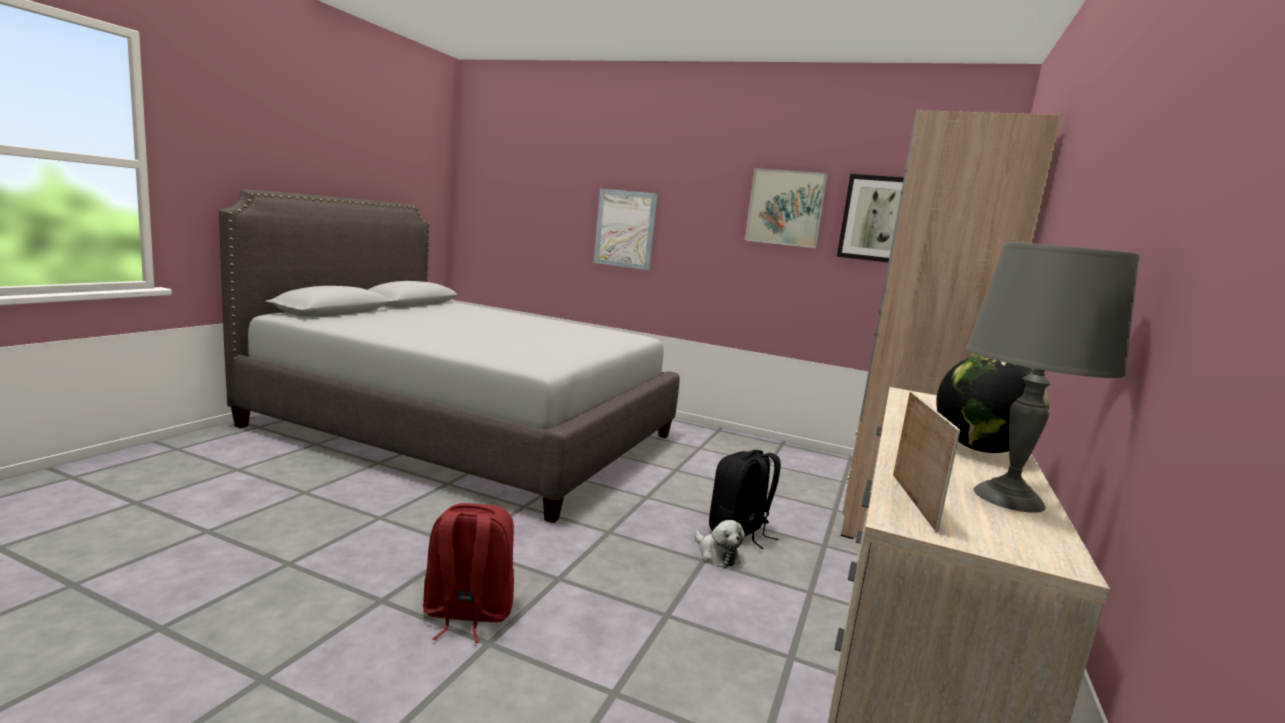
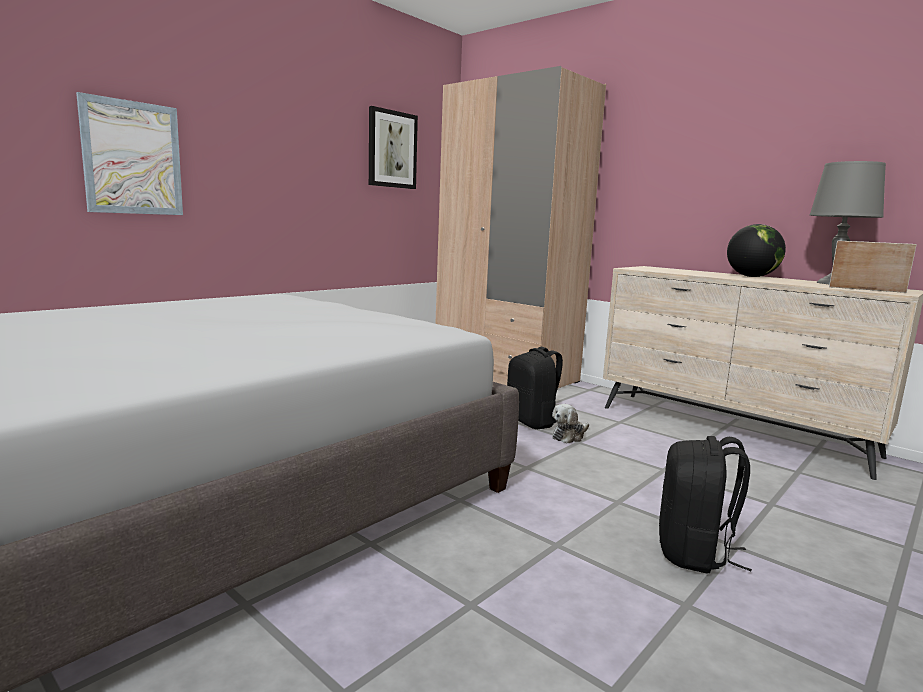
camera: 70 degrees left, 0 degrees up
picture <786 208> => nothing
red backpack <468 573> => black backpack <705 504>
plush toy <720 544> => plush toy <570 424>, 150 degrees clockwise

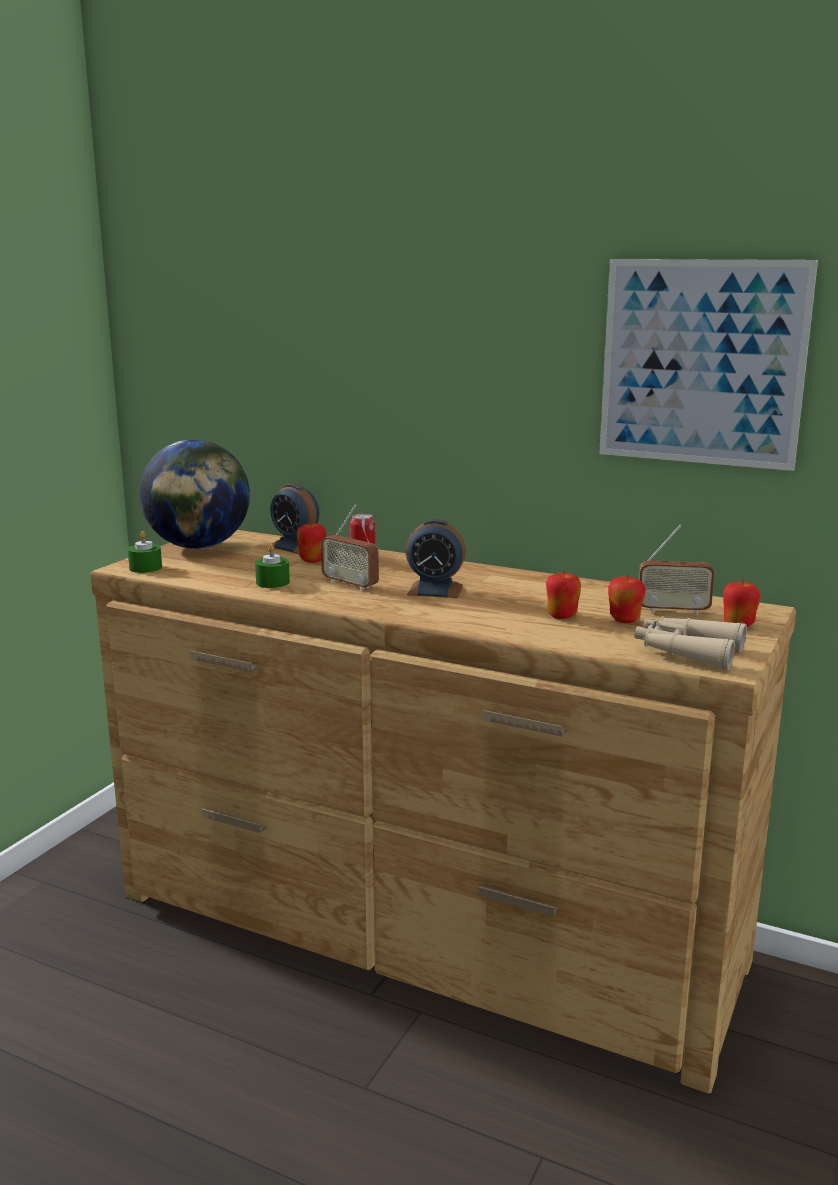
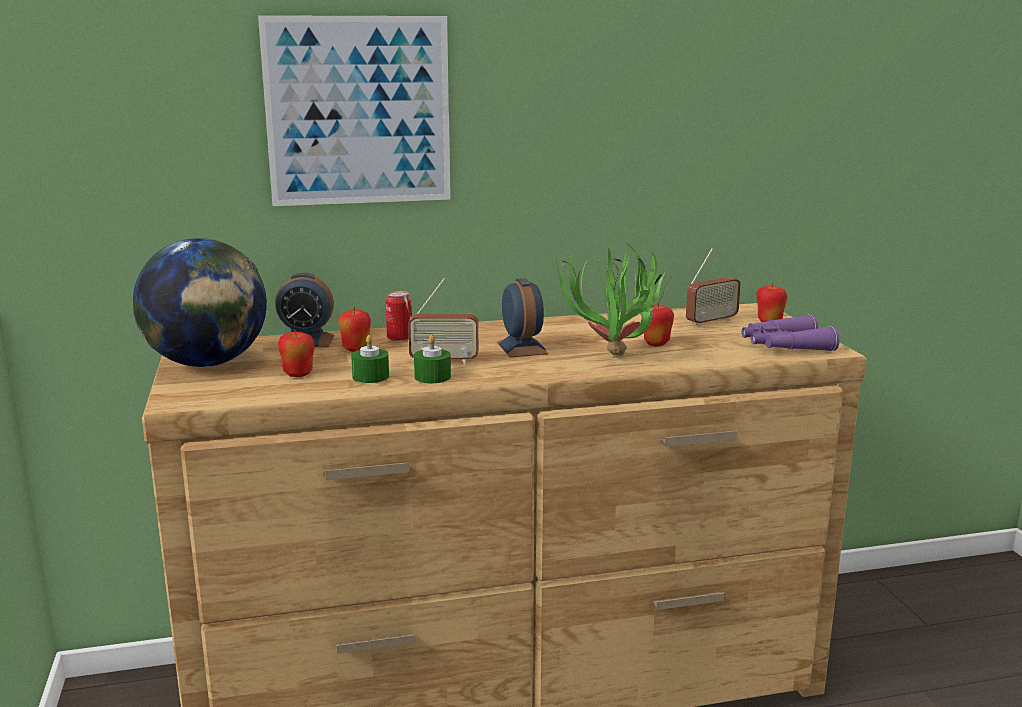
camera: 40 degrees left, 0 degrees up
picture <708 365> => picture <354 110>, relocated
alarm clock <435 558> => alarm clock <523 317>, 75 degrees counterclockwise
green candle <145 552> => green candle <432 359>, relocated
apple <627 598> => apple <296 353>, relocated
beige binoculars <691 643> => purple binoculars <790 332>
nothing => potted plant <613 296>

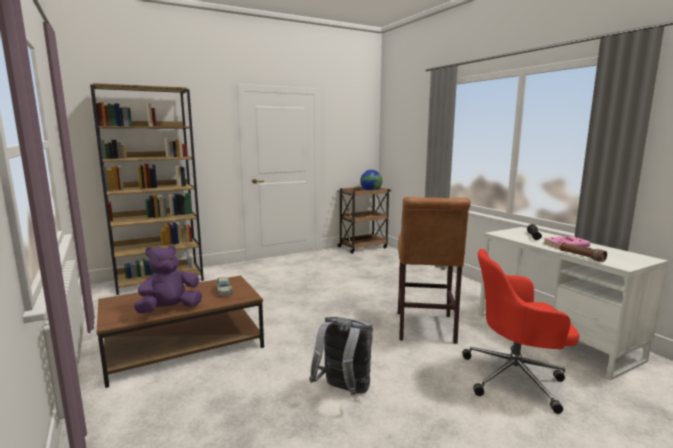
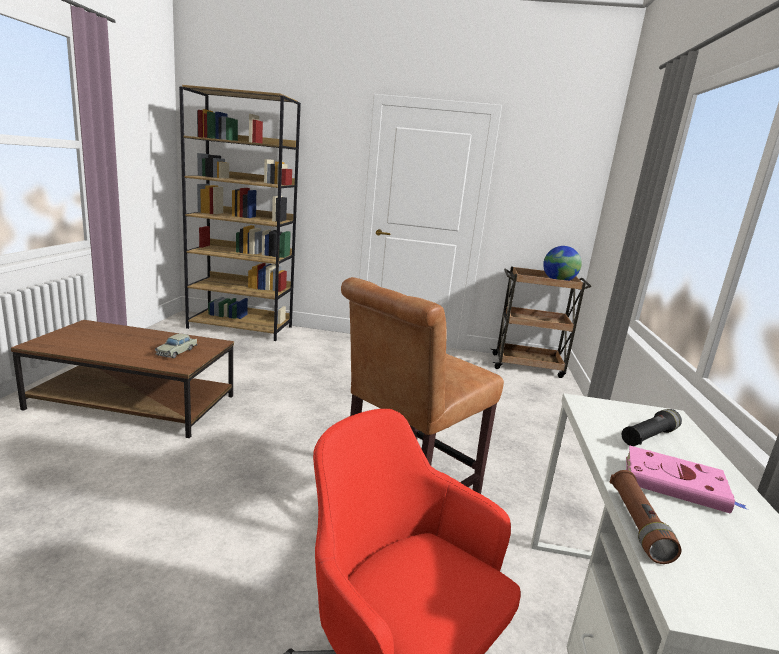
camera: 35 degrees right, 5 degrees up
purple plush toy <168 279> => nothing
grey backpack <341 356> => nothing

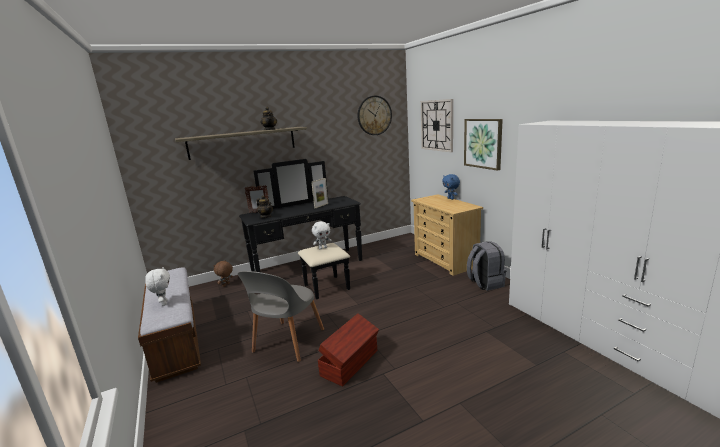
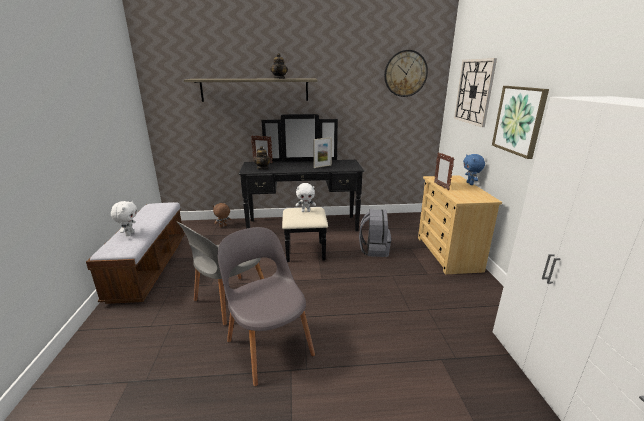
camera: 20 degrees right, 5 degrees up
grey backpack <486 266> => grey backpack <375 233>, relocated
brown storage box <348 350> => grey chair <266 306>
nothing => picture frame <444 171>

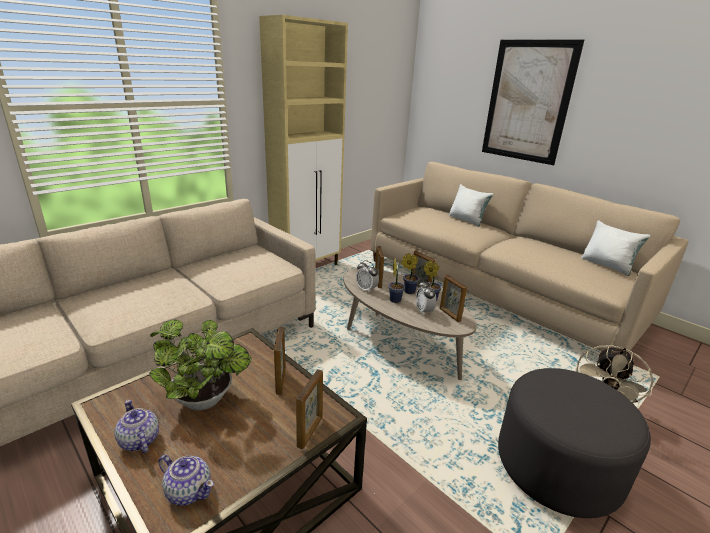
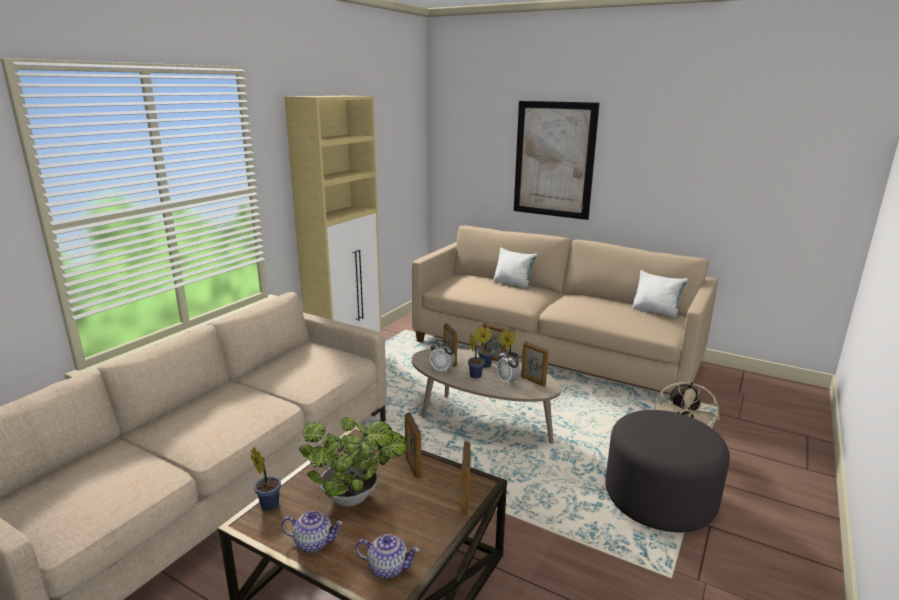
camera: 15 degrees left, 5 degrees down
teapot <137 426> => teapot <312 531>, 150 degrees clockwise
nothing => potted plant <266 479>

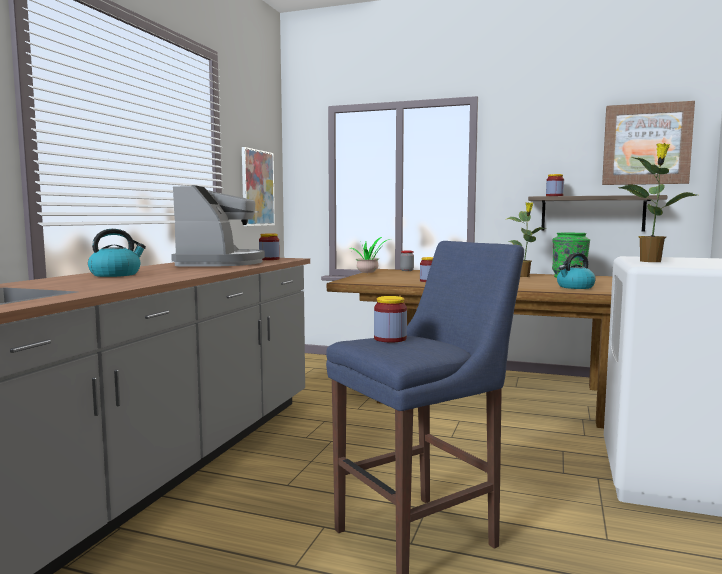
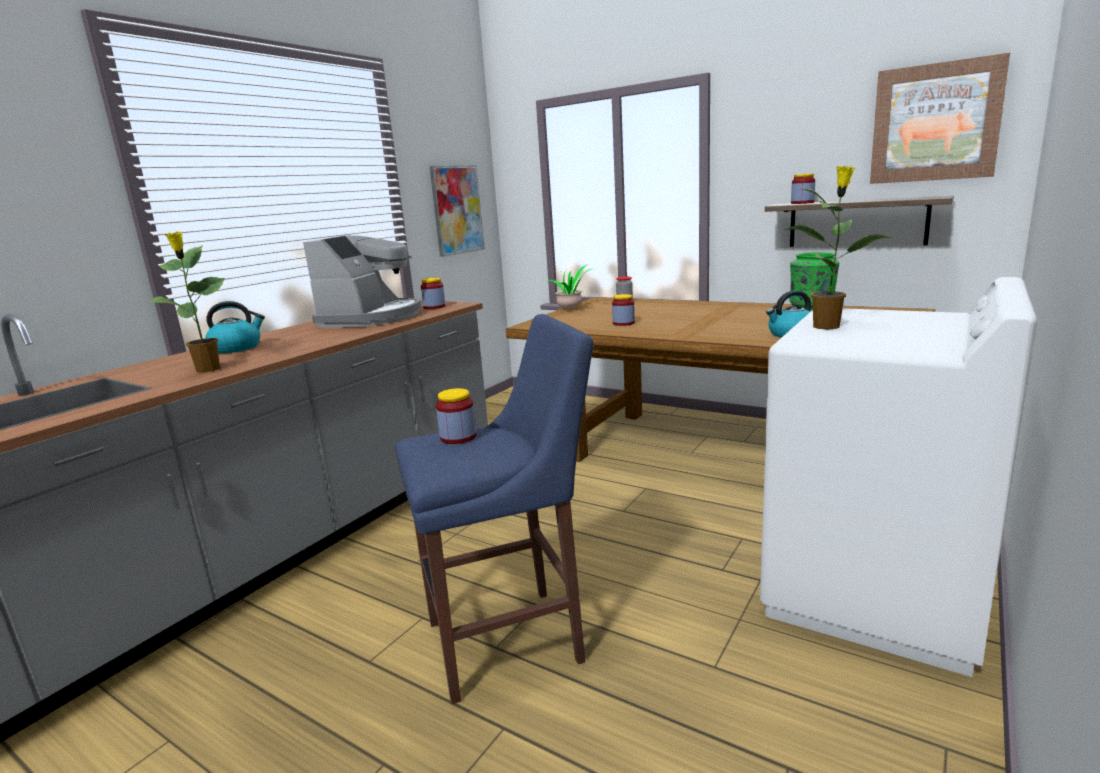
camera: 15 degrees right, 10 degrees up
potted plant <526 239> => potted plant <186 302>, relocated

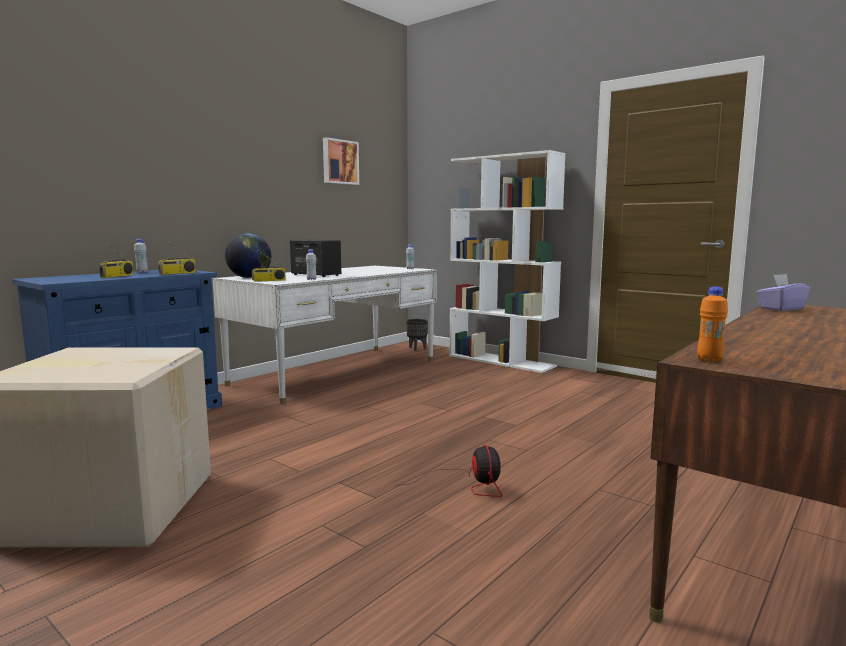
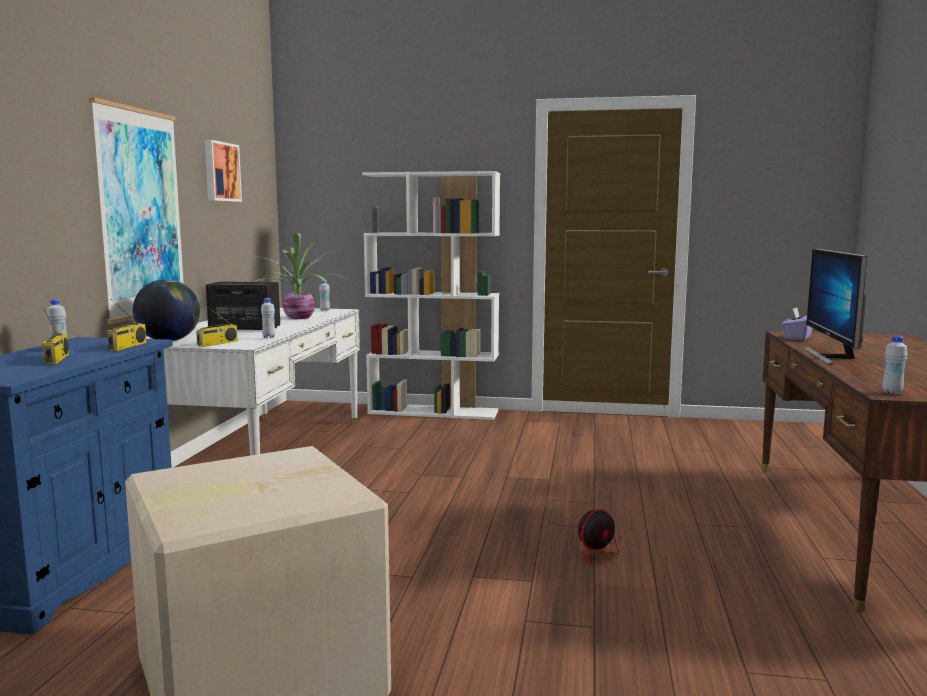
camera: 30 degrees left, 0 degrees up
orange bottle <712 324> => white bottle <894 365>
black planter <417 335> => nothing
fan <453 471> => fan <585 537>, 90 degrees clockwise
nothing => picture <136 210>
nothing => potted plant <299 276>
nothing => monitor <835 306>

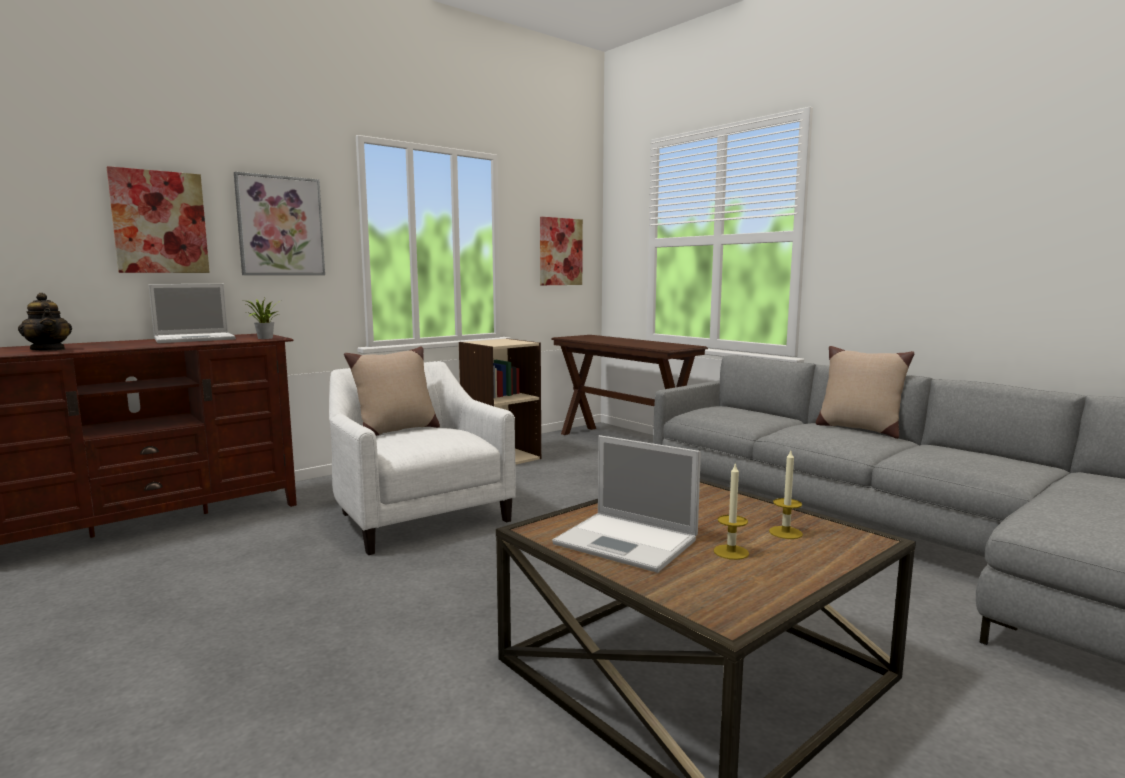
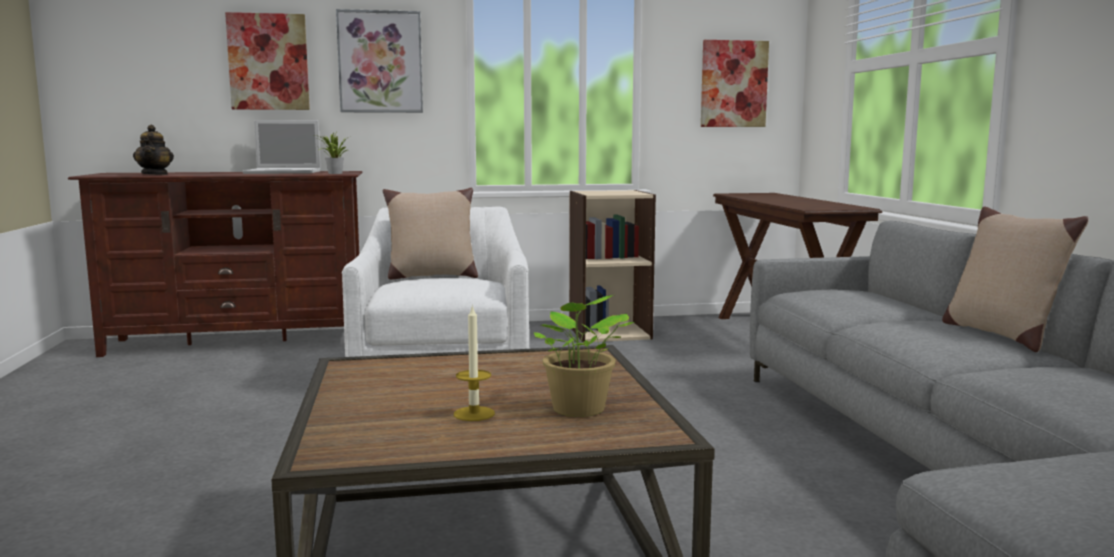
camera: 30 degrees right, 0 degrees up
laptop <626 504> => nothing
candle <786 495> => potted plant <584 356>

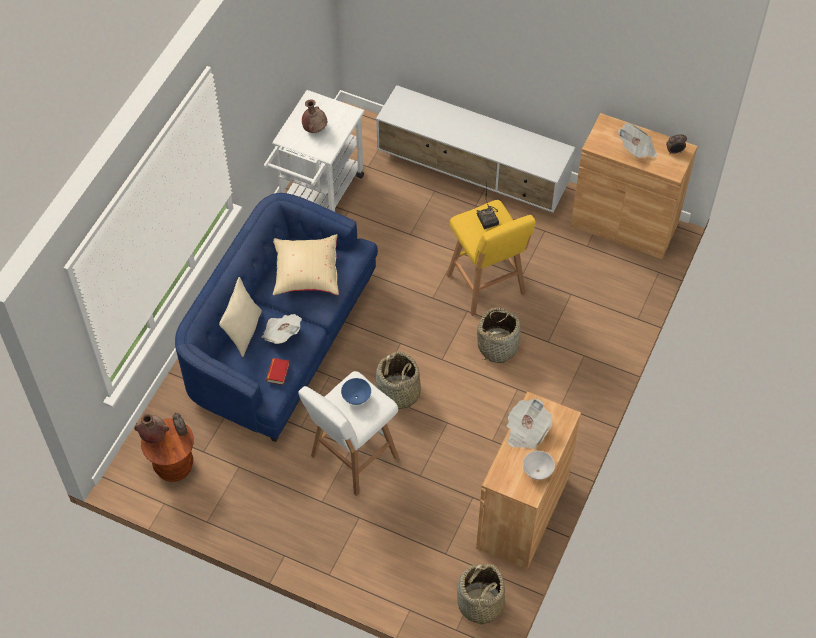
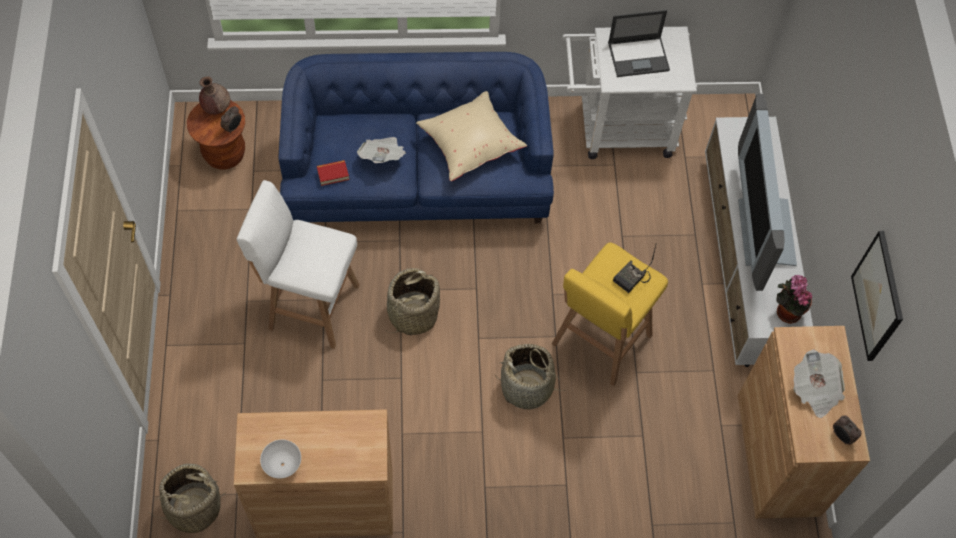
camera: 60 degrees right, 5 degrees up
brown vase <314 116> => laptop <639 43>
beige pillow <240 317> => nothing
blue bowl <356 391> => nothing
newspaper <529 424> => nothing
nothing => television <767 192>
nothing => picture <877 296>
nothing => potted plant <794 299>

